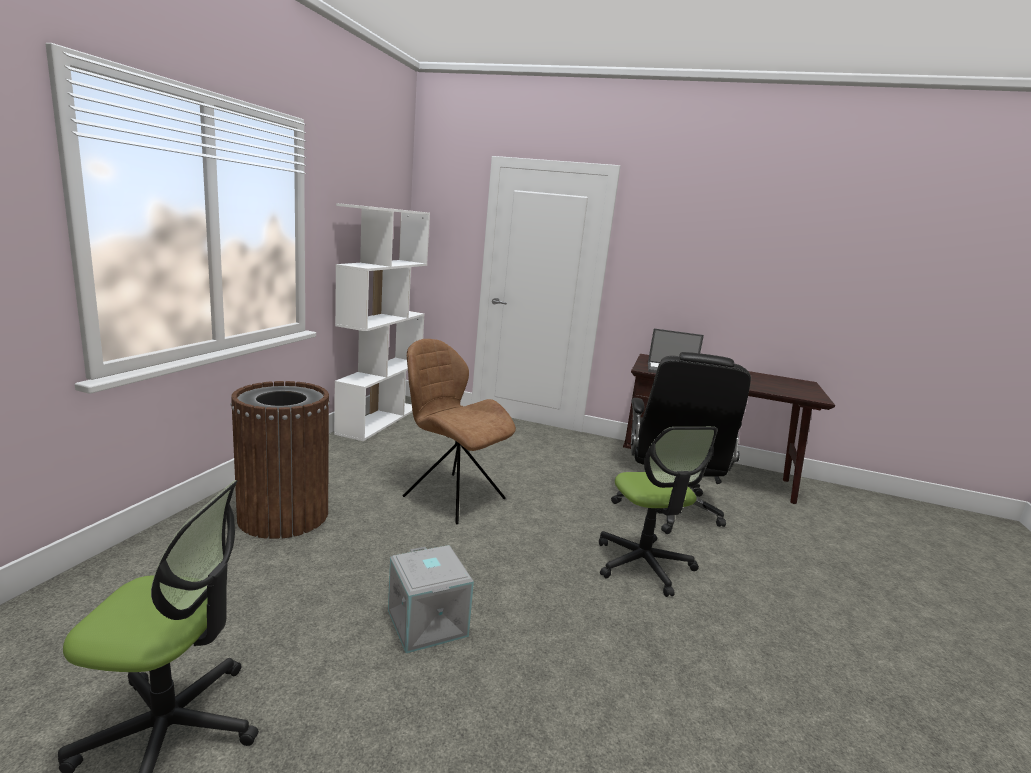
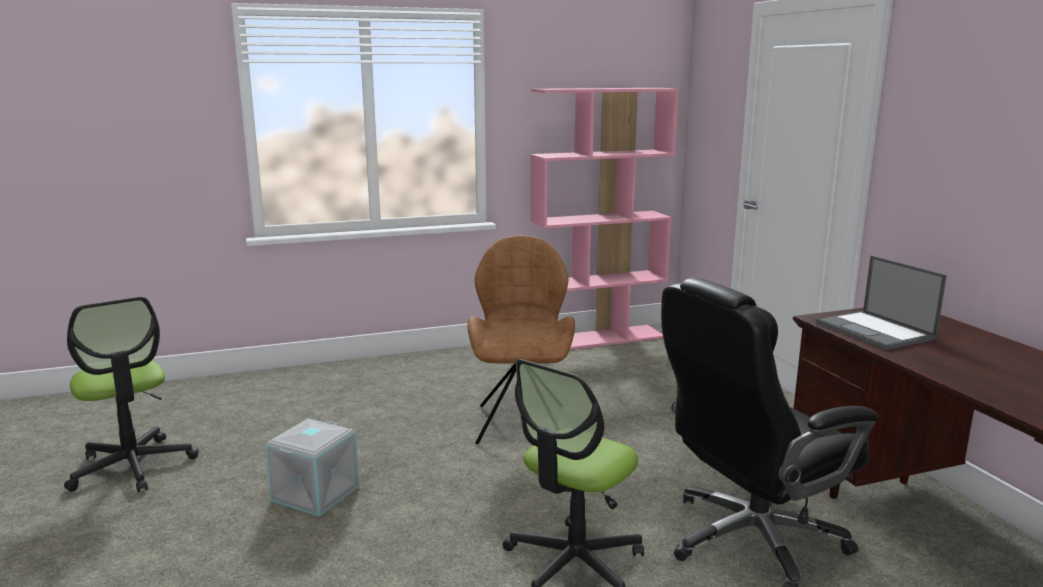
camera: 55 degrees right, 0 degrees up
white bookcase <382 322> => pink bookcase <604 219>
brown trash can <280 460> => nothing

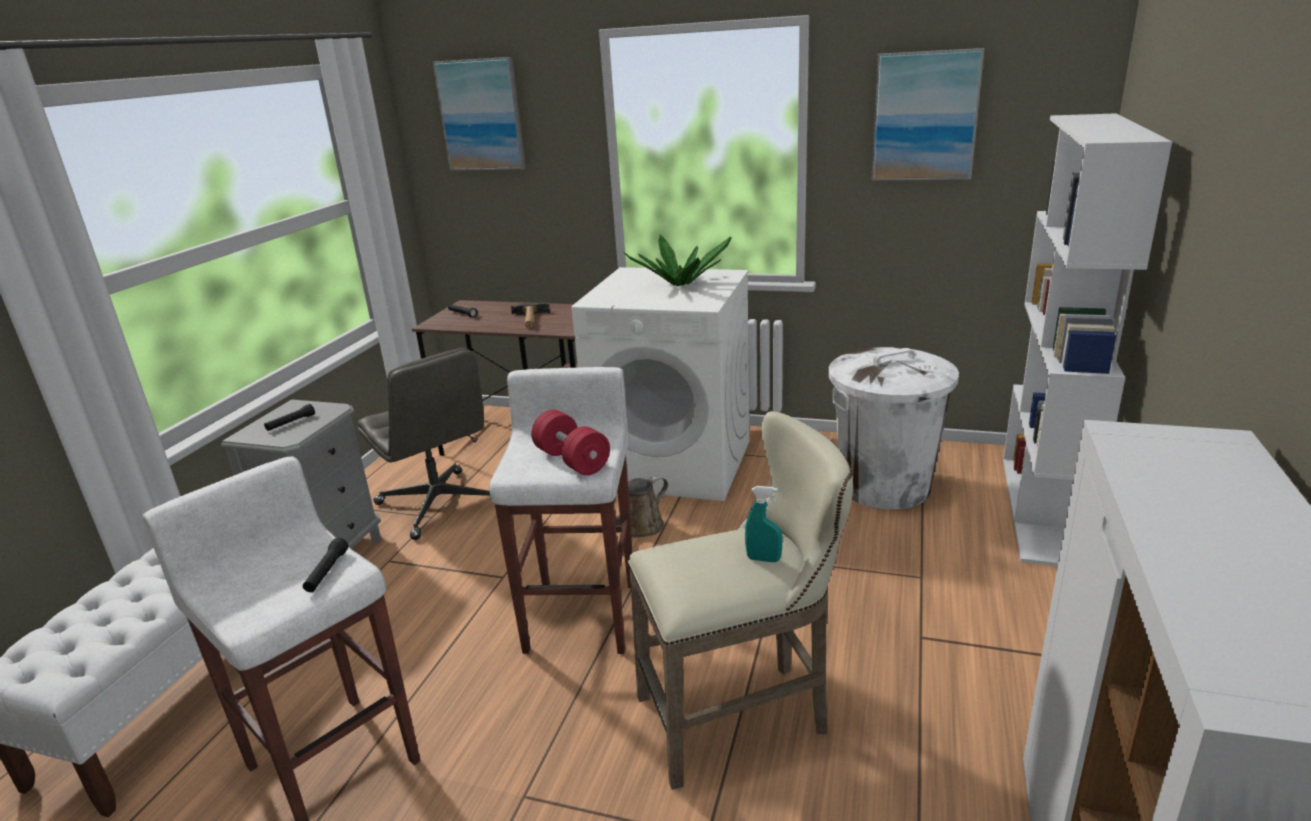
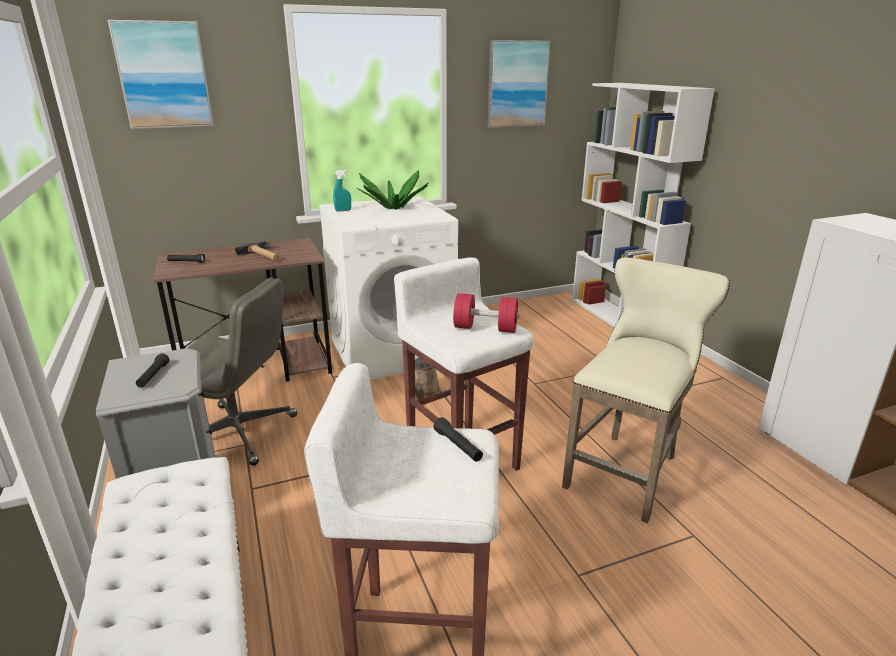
camera: 40 degrees left, 0 degrees up
white trash can <894 428> => nothing
turquoise spray bottle <764 524> => turquoise spray bottle <342 191>, relocated

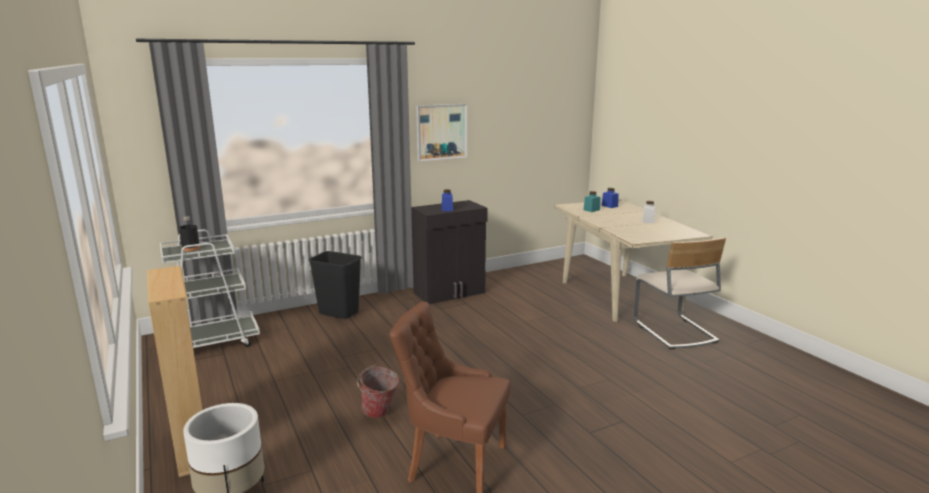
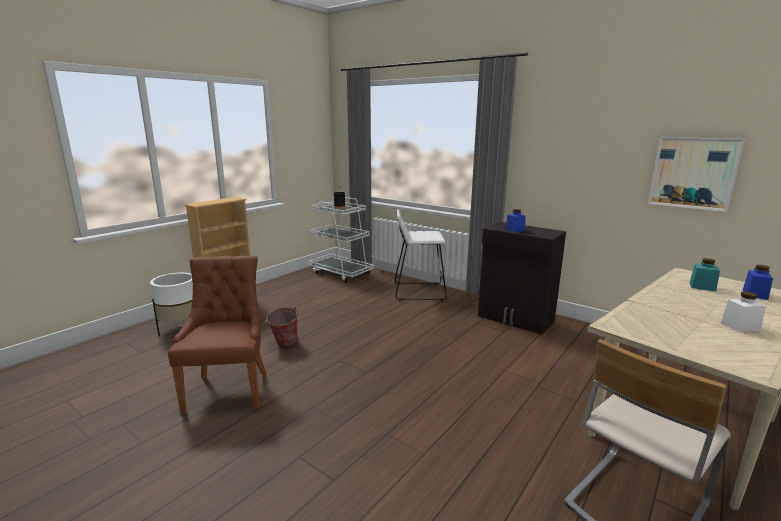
camera: 65 degrees right, 0 degrees up
picture <441 132> => picture <696 174>, relocated
black trash can <335 285> => white stool <421 254>

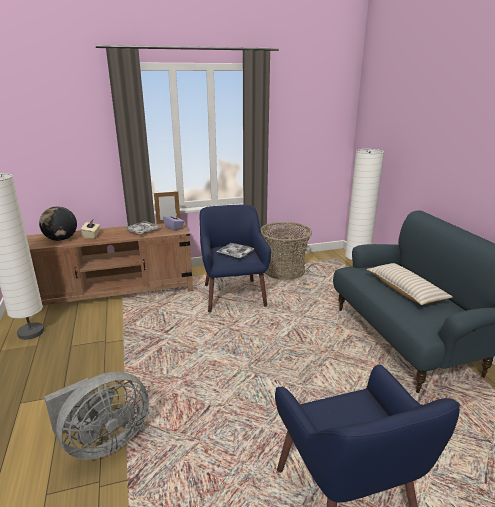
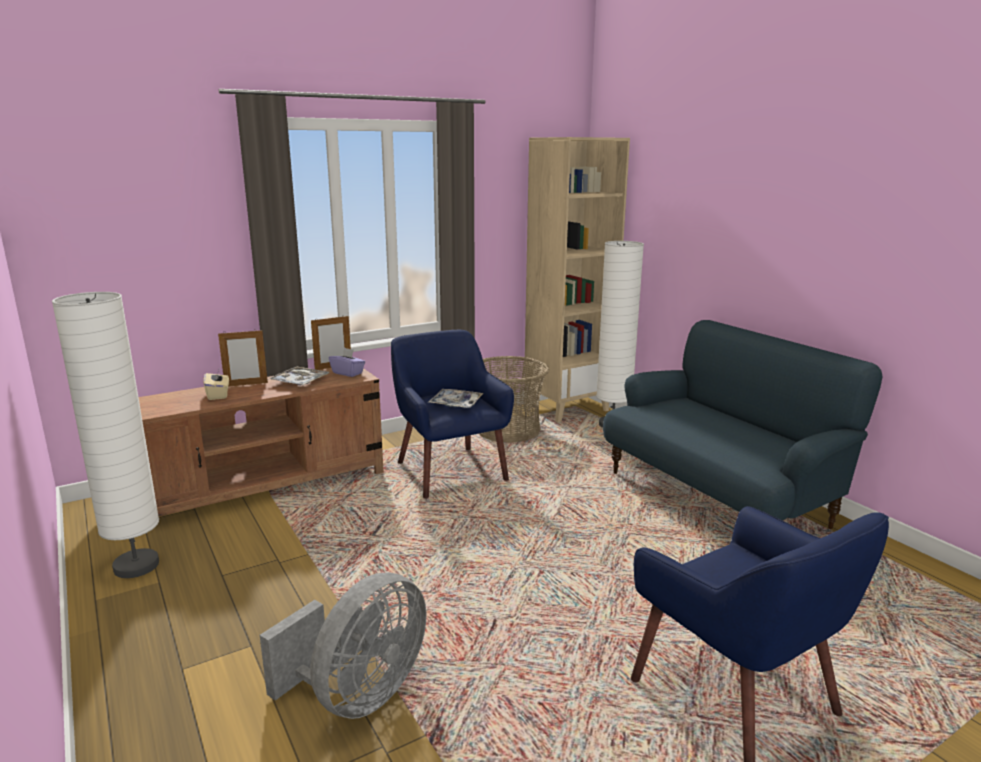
camera: 15 degrees left, 5 degrees down
globe <58 224> => nothing
beige pillow <410 284> => nothing
nothing => beige bookcase <577 279>
nothing => picture frame <243 358>

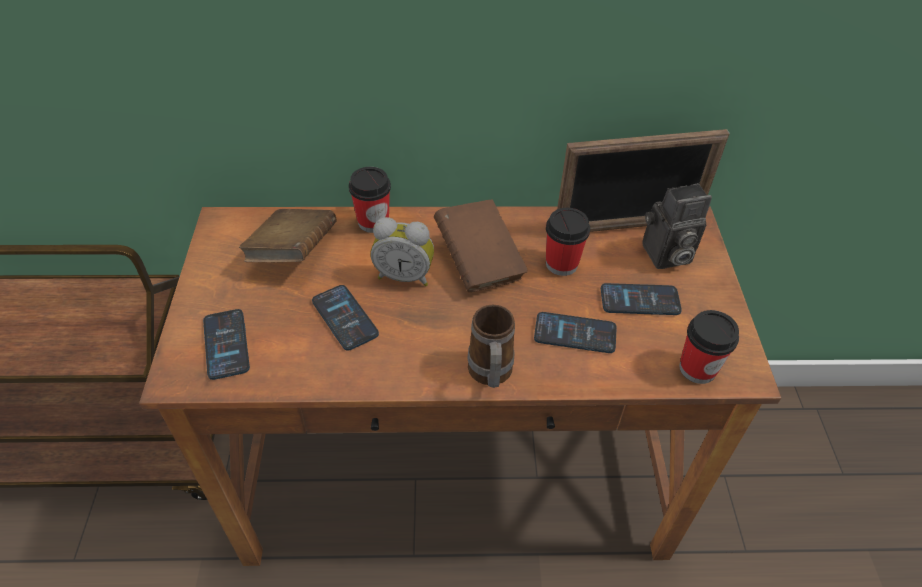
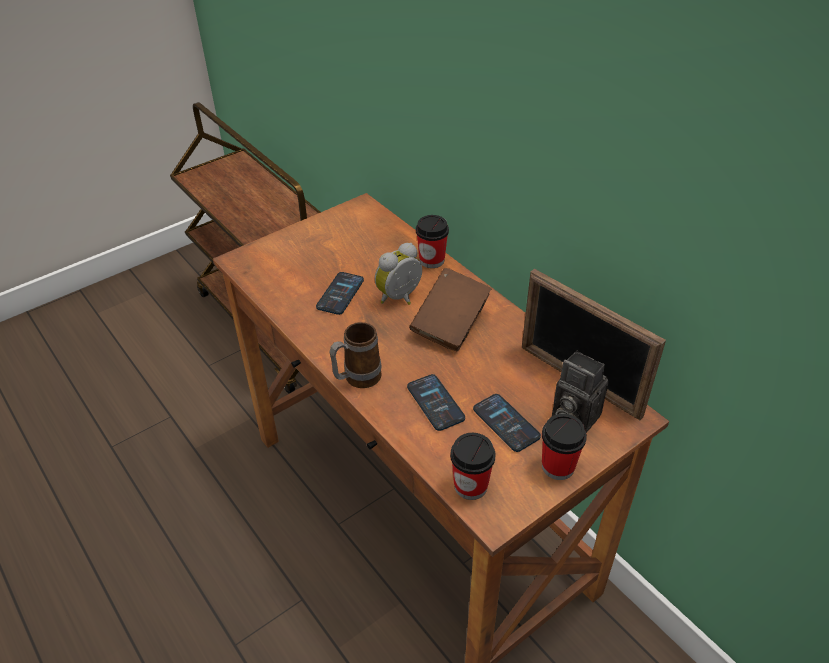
camera: 55 degrees right, 5 degrees down
cup <568 242> => cup <564 447>, relocated
brown book <288 235> => nothing
alarm clock <402 251> => alarm clock <398 274>, 75 degrees clockwise
phone <226 344> => nothing

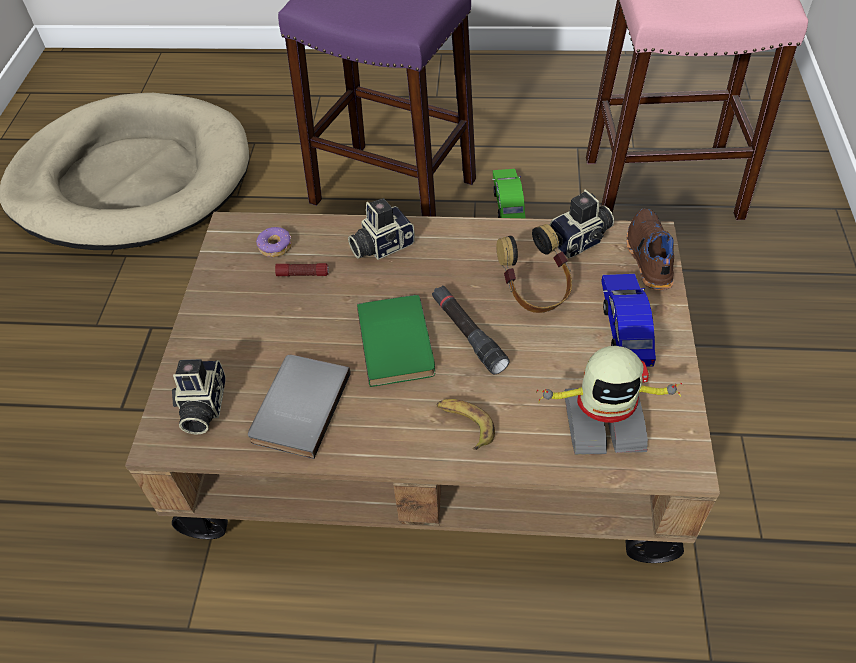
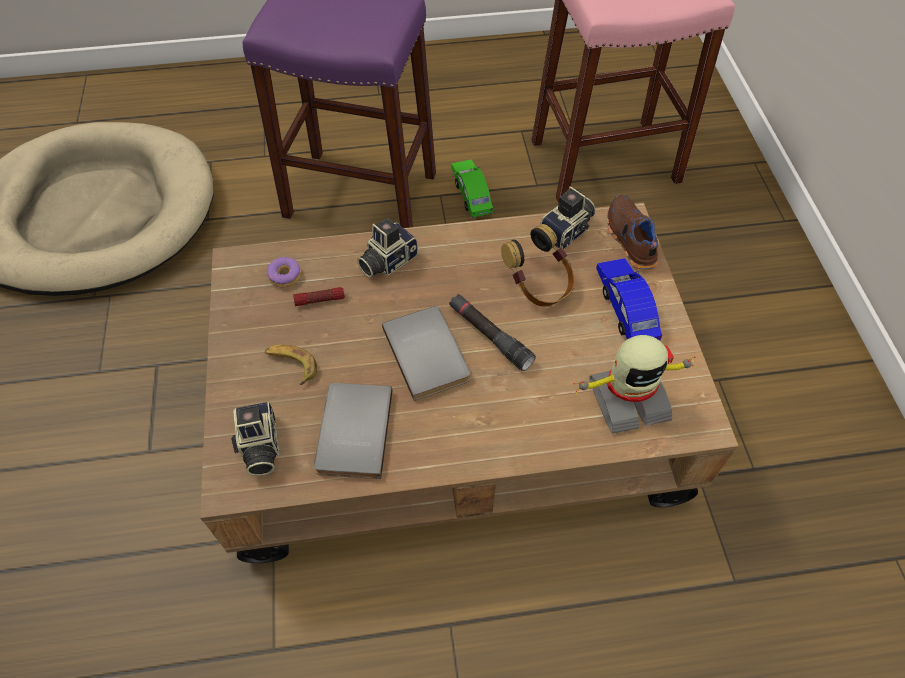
camera: 15 degrees left, 5 degrees up
green book <396 341> => grey book <426 353>
banana <466 424> => banana <291 365>, relocated

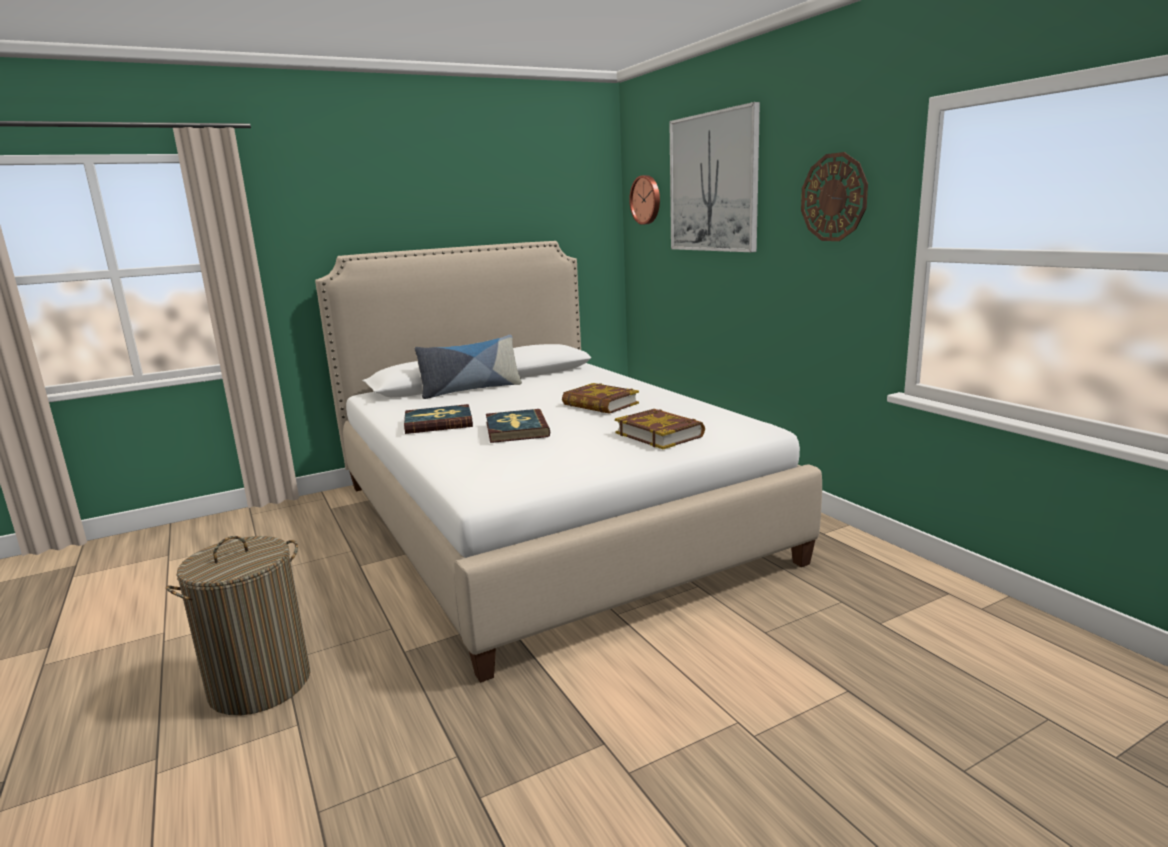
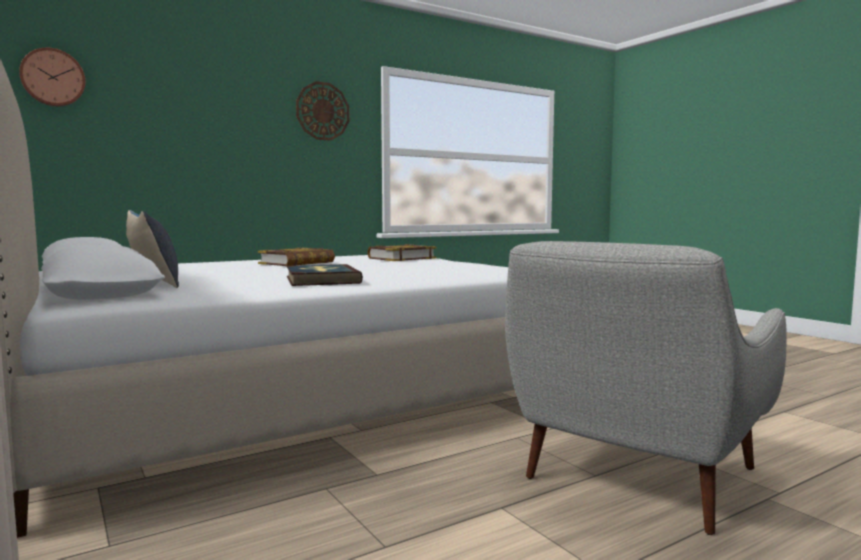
camera: 95 degrees left, 10 degrees down
picture <714 177> => nothing
book <518 426> => nothing
laundry basket <238 625> => grey armchair <645 388>

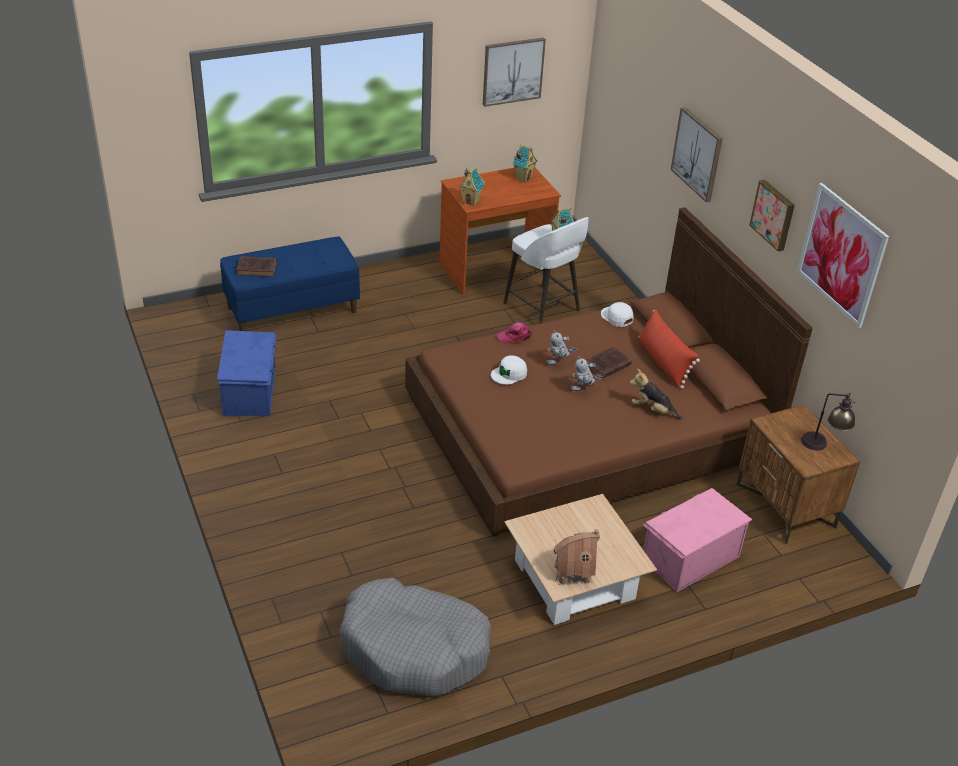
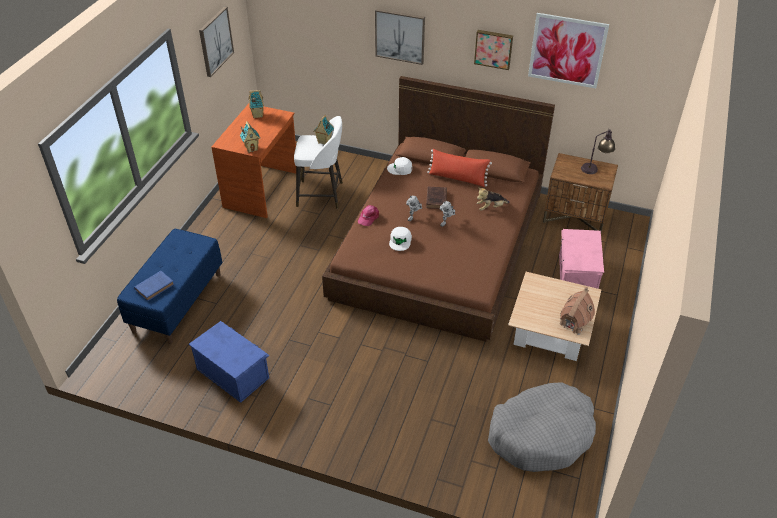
camera: 45 degrees left, 5 degrees up
brown book <256 266> => blue book <154 286>

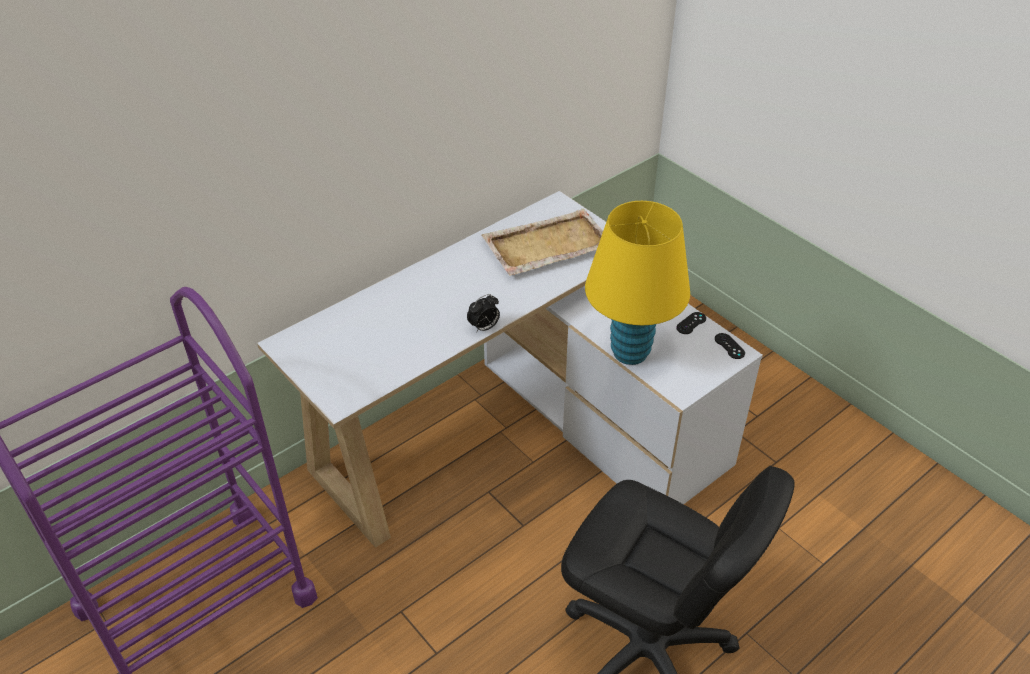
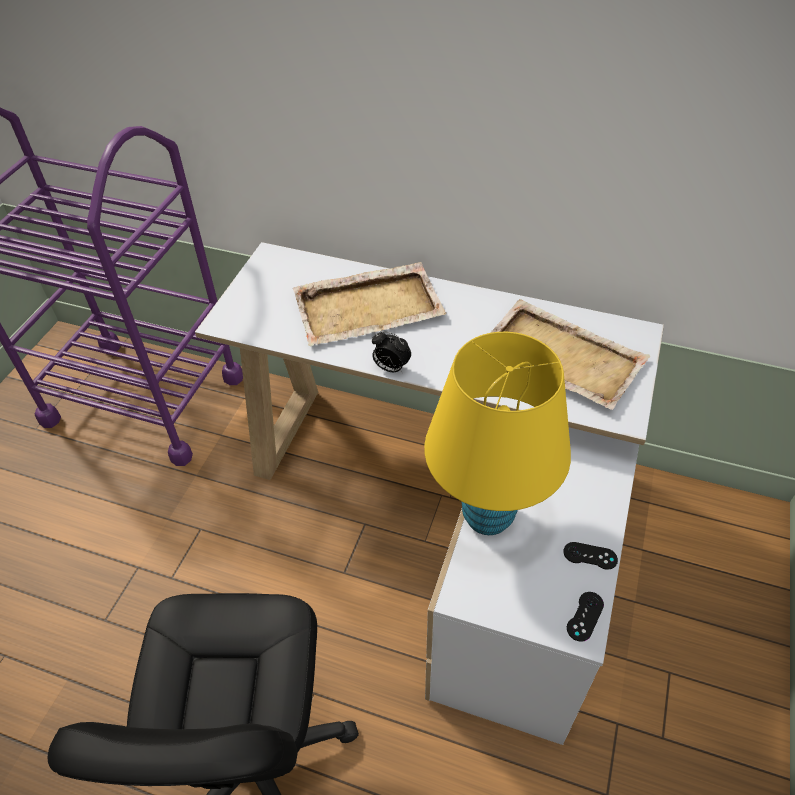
camera: 60 degrees right, 5 degrees up
nothing => beige tray <369 304>

